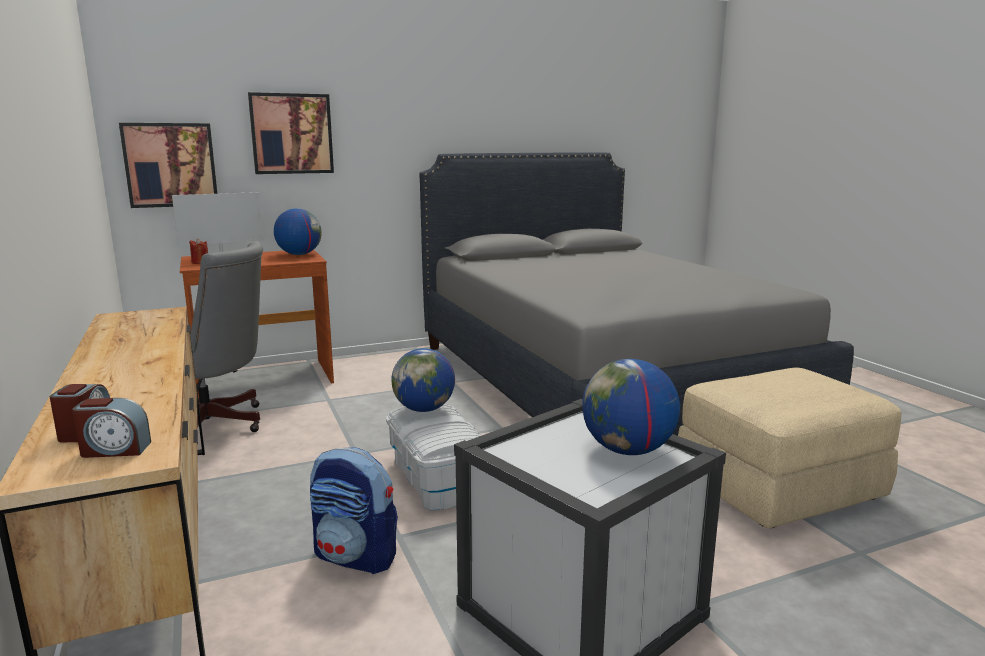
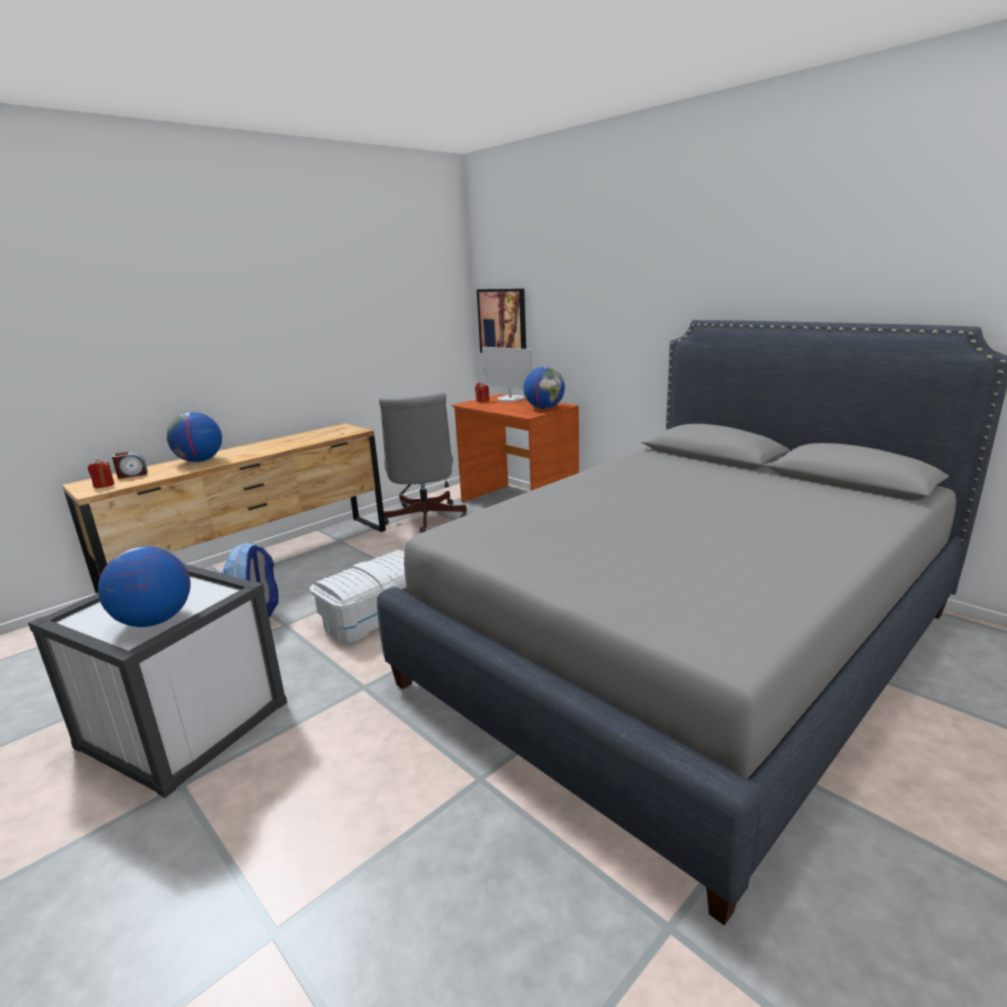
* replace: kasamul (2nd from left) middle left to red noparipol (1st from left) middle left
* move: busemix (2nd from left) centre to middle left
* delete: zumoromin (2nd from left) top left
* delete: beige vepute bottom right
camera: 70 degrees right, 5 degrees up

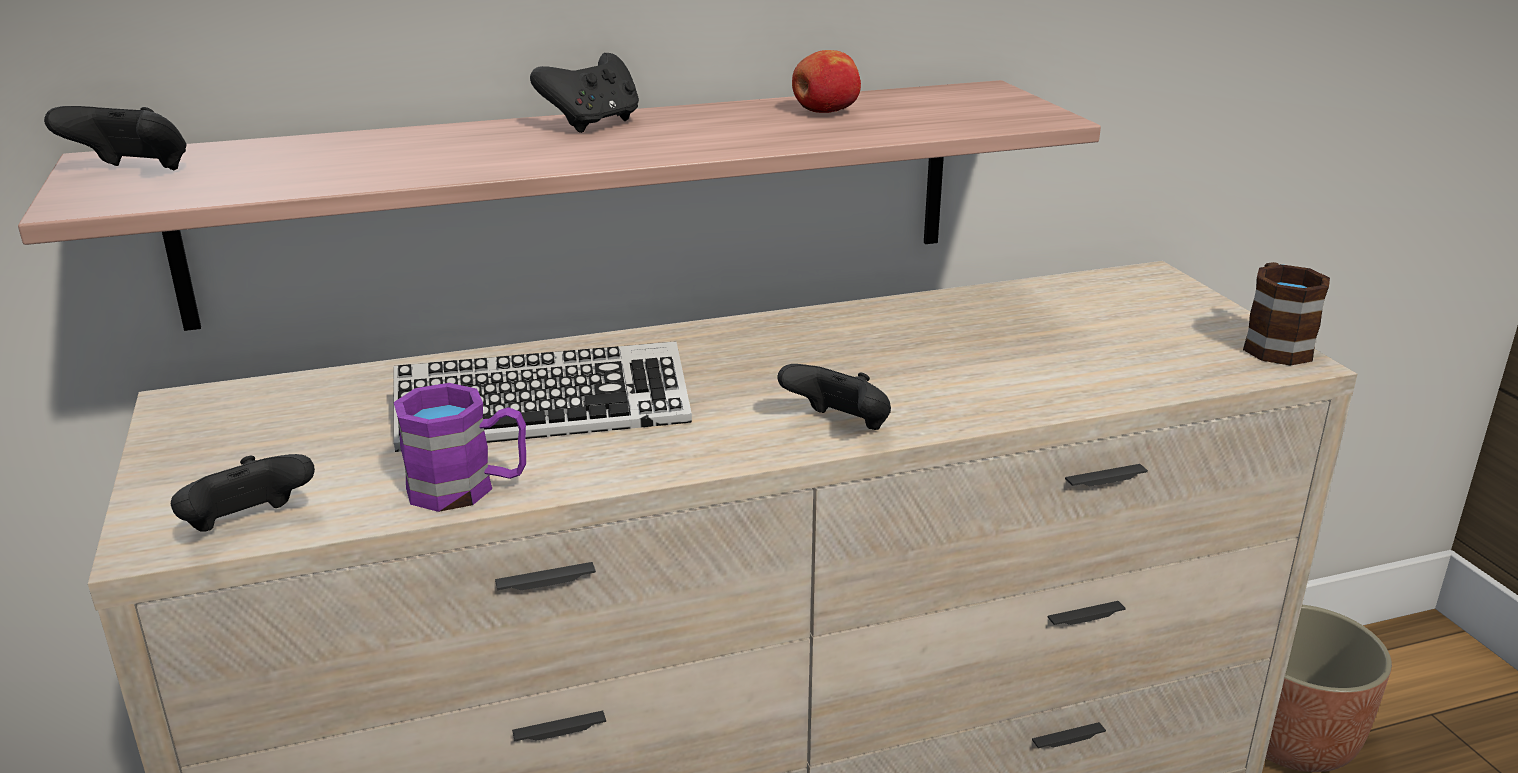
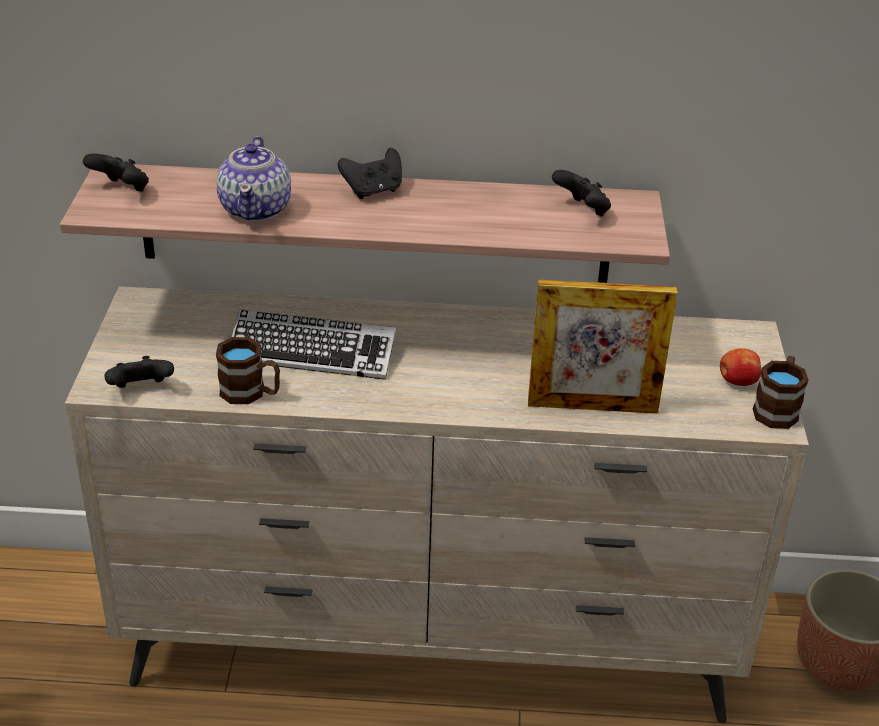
* recolor: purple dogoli middle left to brown dogoli (1st from left) middle left
* insert: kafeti top left
* insert: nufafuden middle right
* move: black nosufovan (4th from left) centre to top centre
* move: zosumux top centre to middle right
camera: 20 degrees right, 10 degrees up

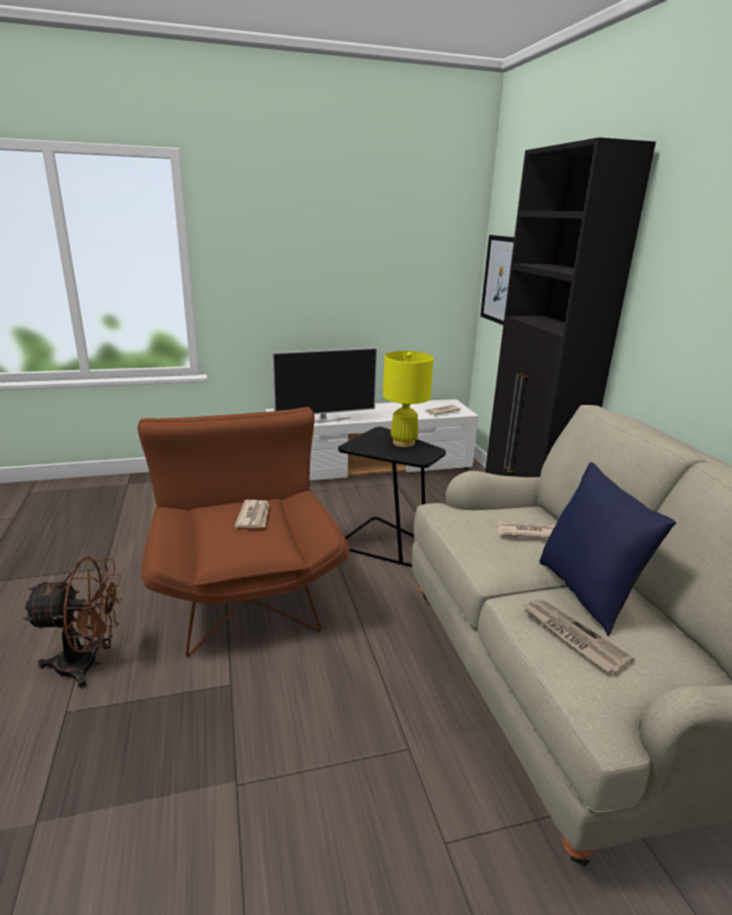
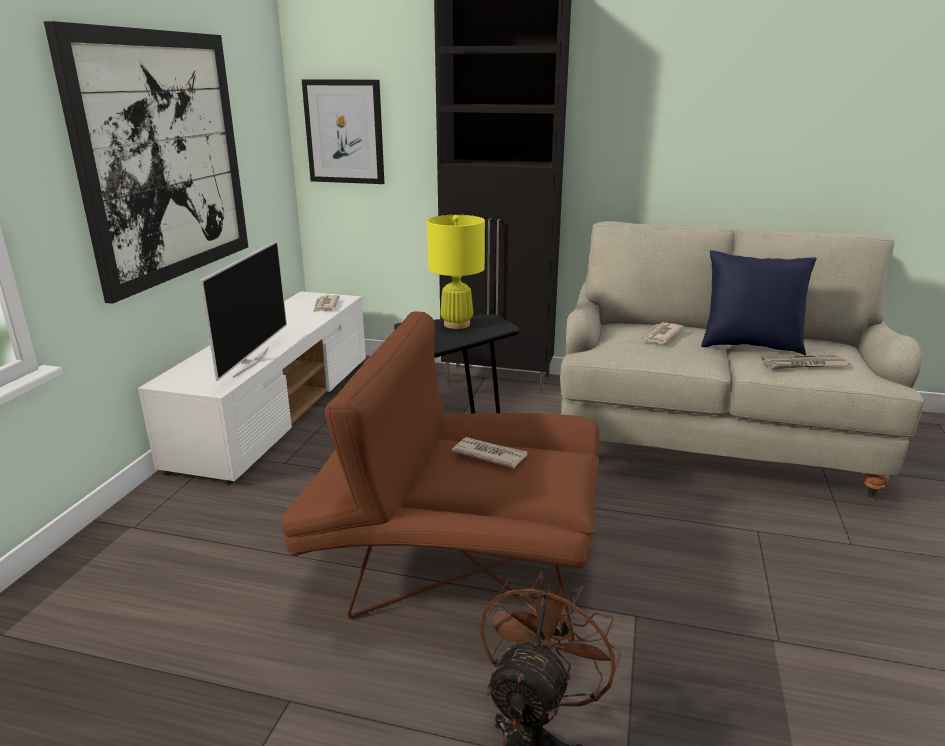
* insert: zumoromin (1st from left) top left
camera: 60 degrees left, 0 degrees up

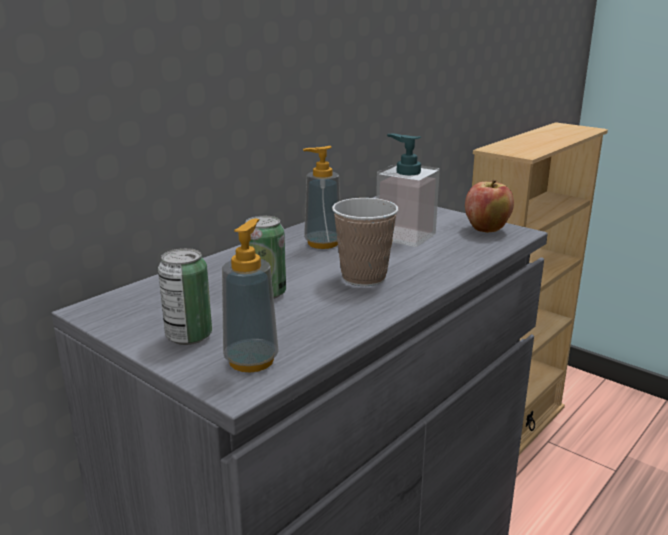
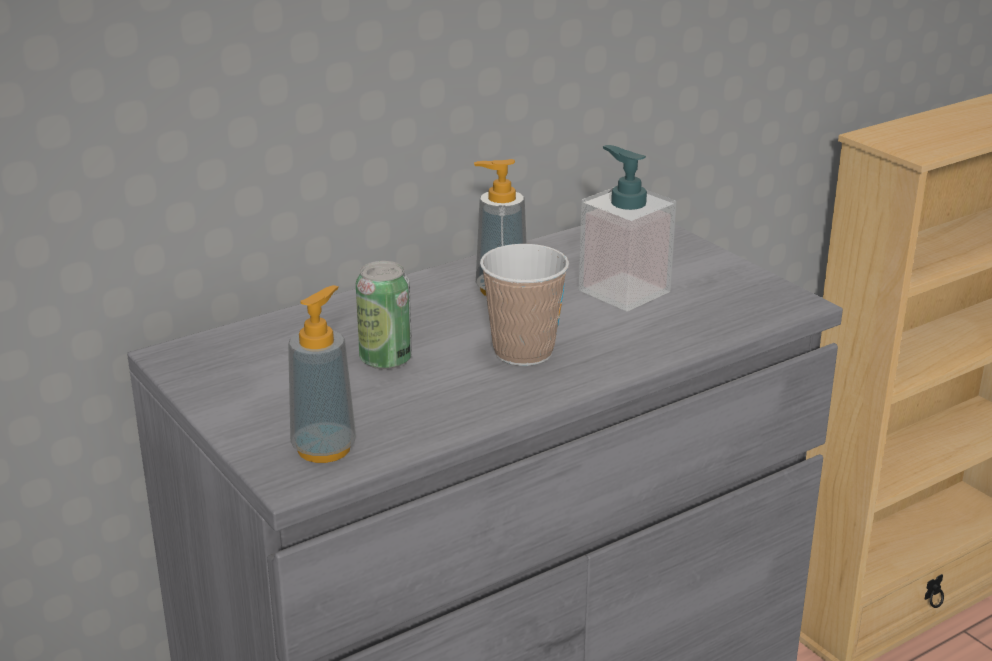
* delete: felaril (1st from left) middle left
* delete: zosumux middle right
camera: 15 degrees right, 5 degrees up

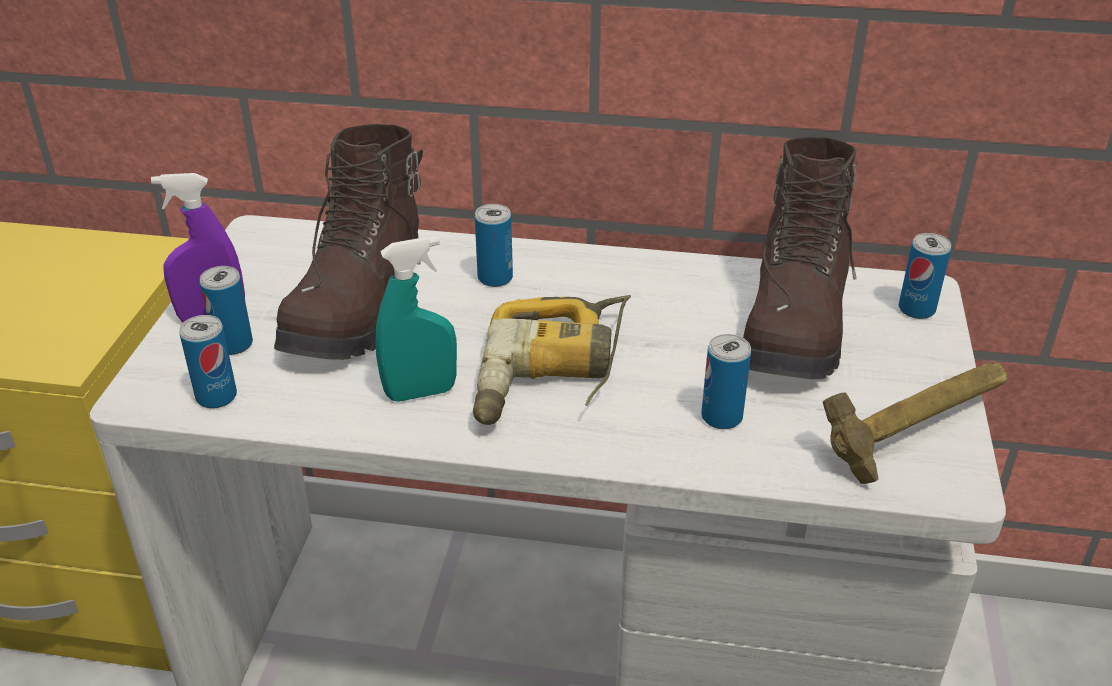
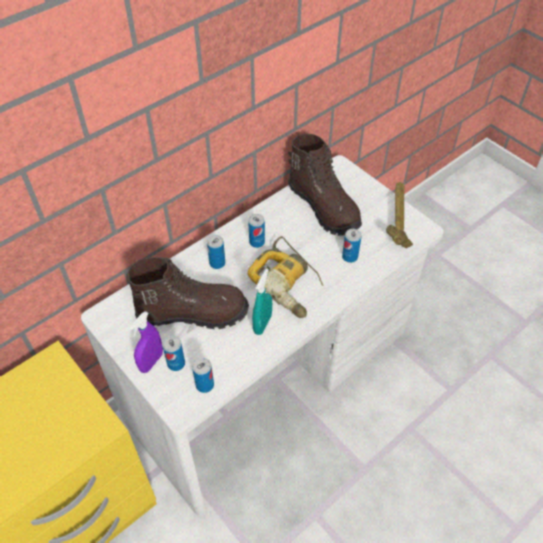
* rotate: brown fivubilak (1st from left) middle left = centre 60 degrees counterclockwise
* move: felaril (5th from left in the first image) middle right to felaril (4th from left) centre
camera: 50 degrees left, 15 degrees up

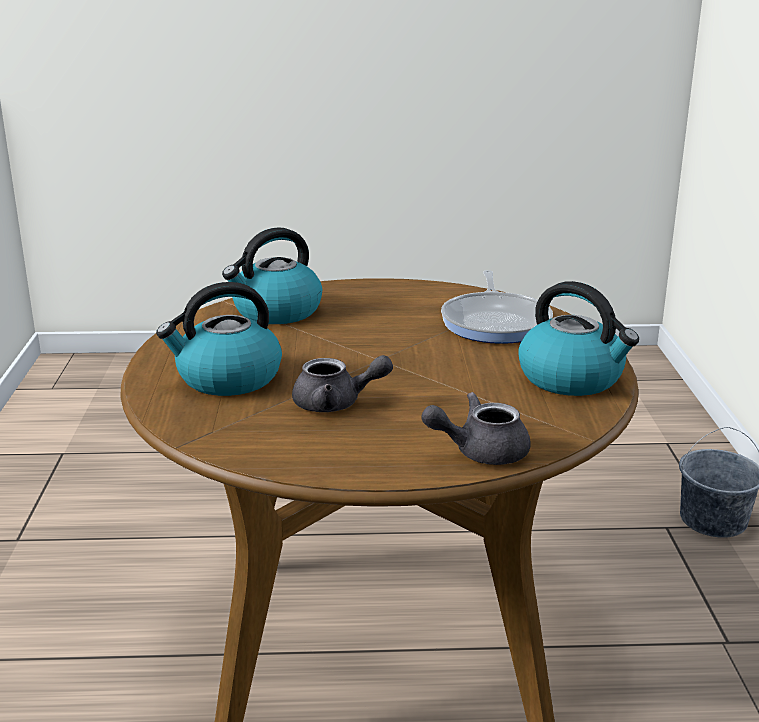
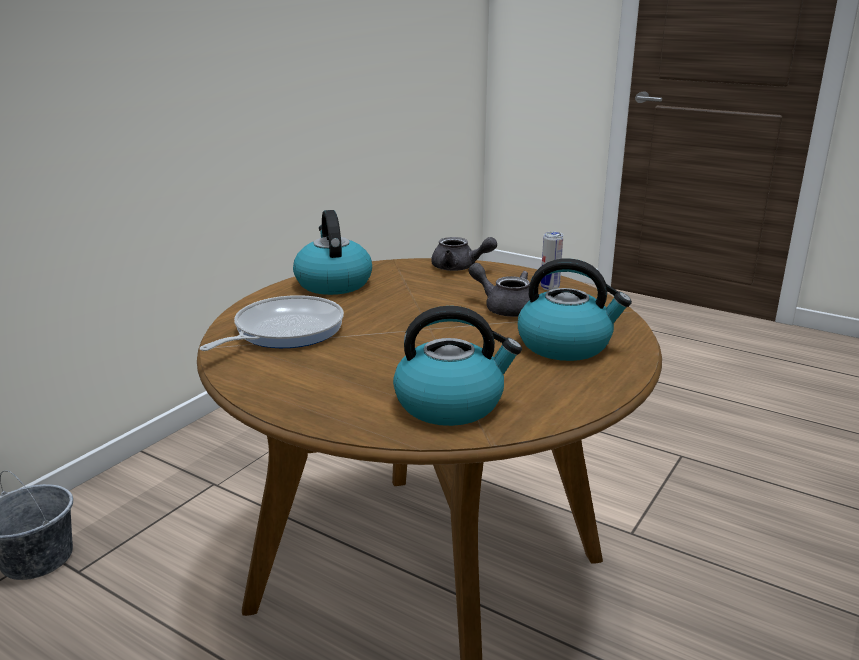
* insert: felaril centre
camera: 145 degrees left, 0 degrees up

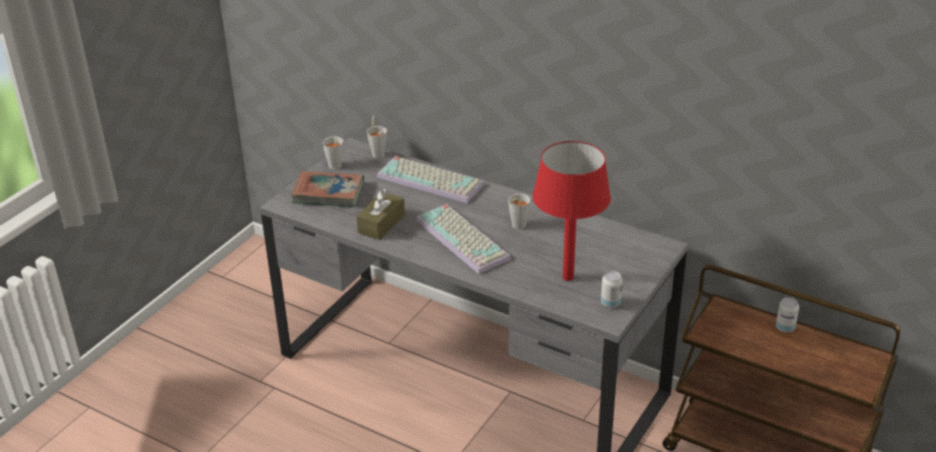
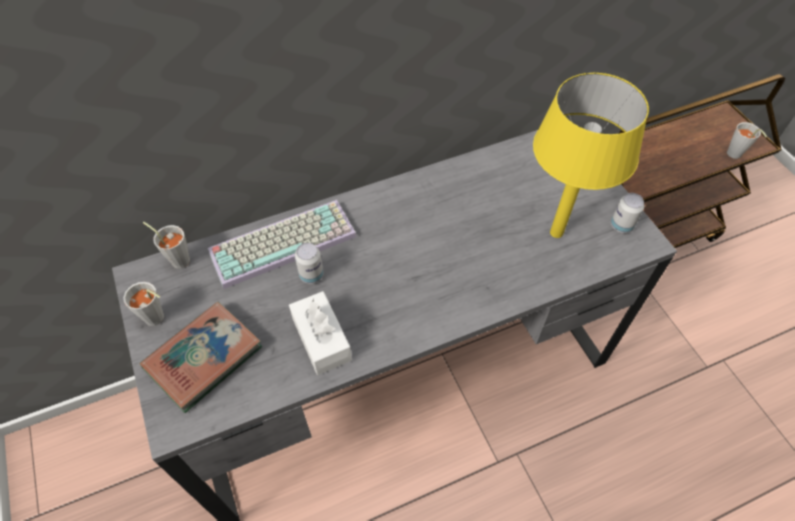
* recolor: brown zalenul centre to white zalenul centre
* move: felaril (2nd from left in the first image) bottom right to felaril (1st from left) centre
* recolor: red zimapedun centre to yellow zimapedun top right
* move: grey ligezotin (3rd from left) centre to top right
* delete: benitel (2nd from left) centre
camera: 55 degrees left, 20 degrees up

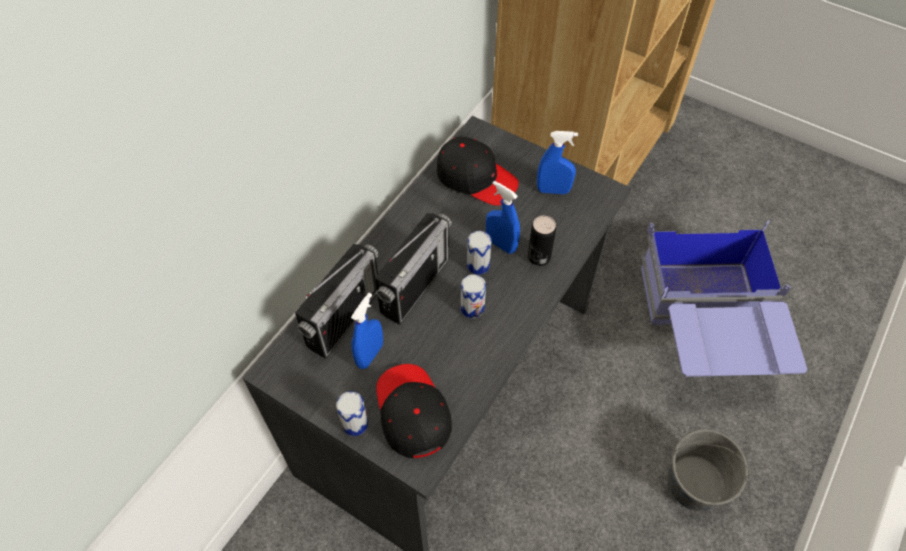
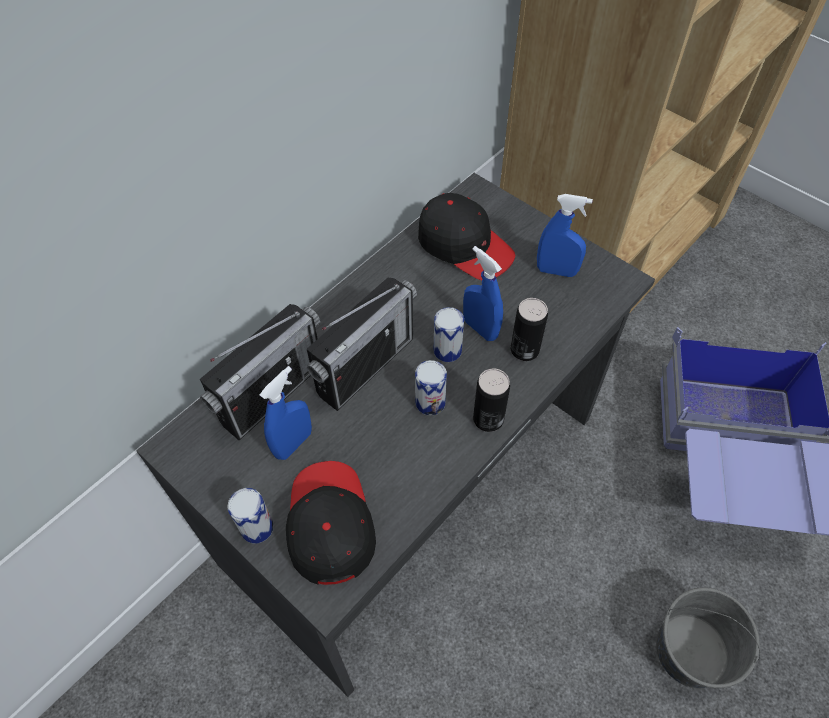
* insert: felaril (4th from left) centre
camera: 10 degrees right, 0 degrees up

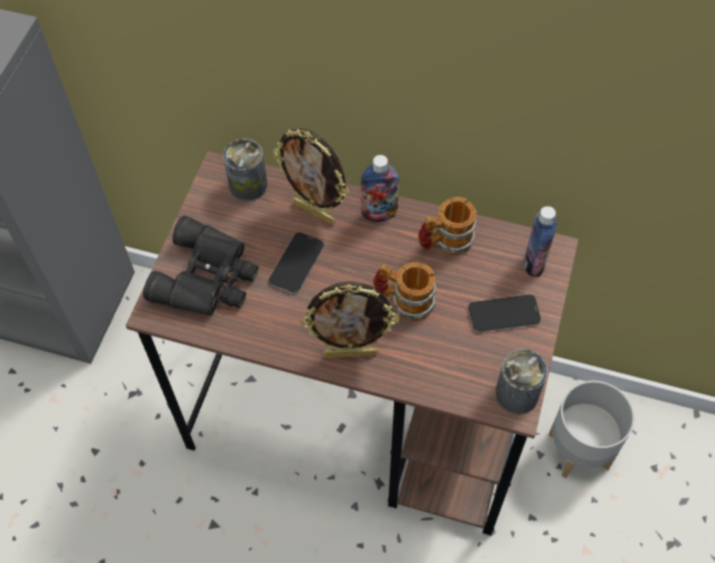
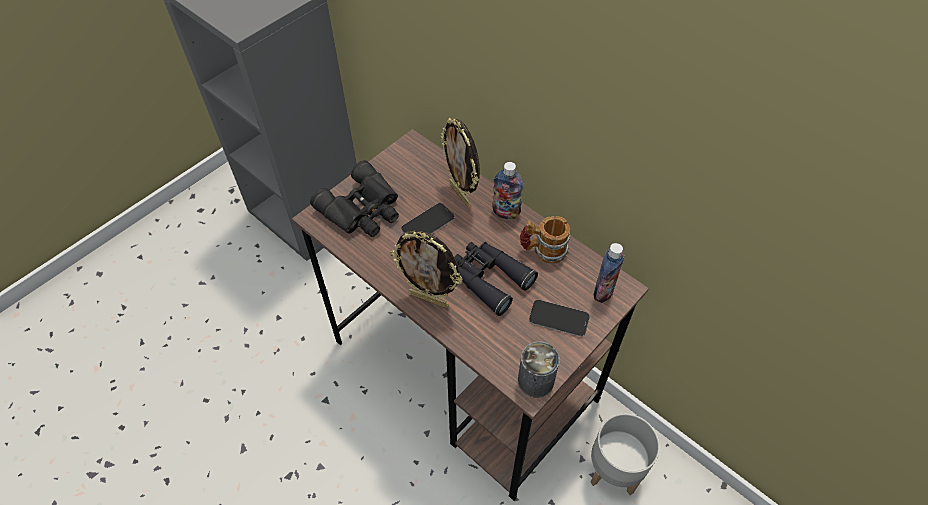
* replace: dogoli (1st from left) centre to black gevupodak (2nd from left) centre
* delete: felaril (1st from left) top centre
camera: 25 degrees right, 5 degrees down

